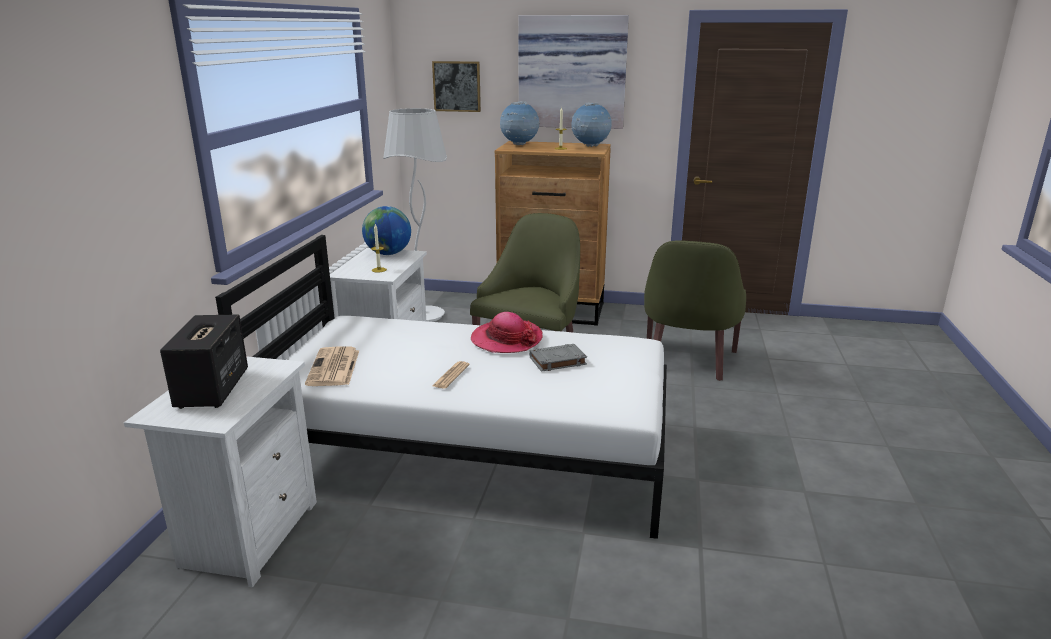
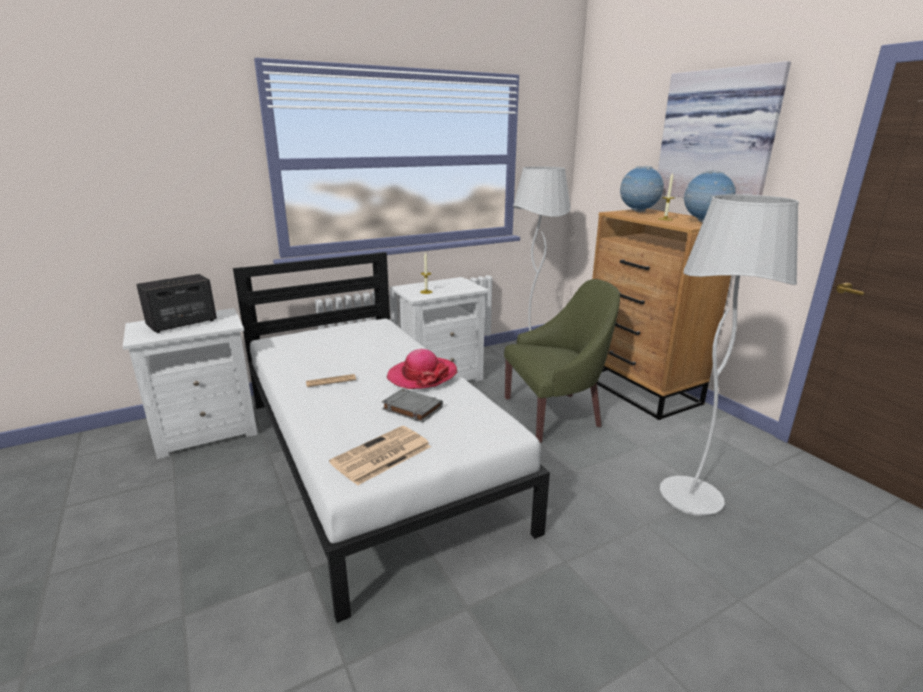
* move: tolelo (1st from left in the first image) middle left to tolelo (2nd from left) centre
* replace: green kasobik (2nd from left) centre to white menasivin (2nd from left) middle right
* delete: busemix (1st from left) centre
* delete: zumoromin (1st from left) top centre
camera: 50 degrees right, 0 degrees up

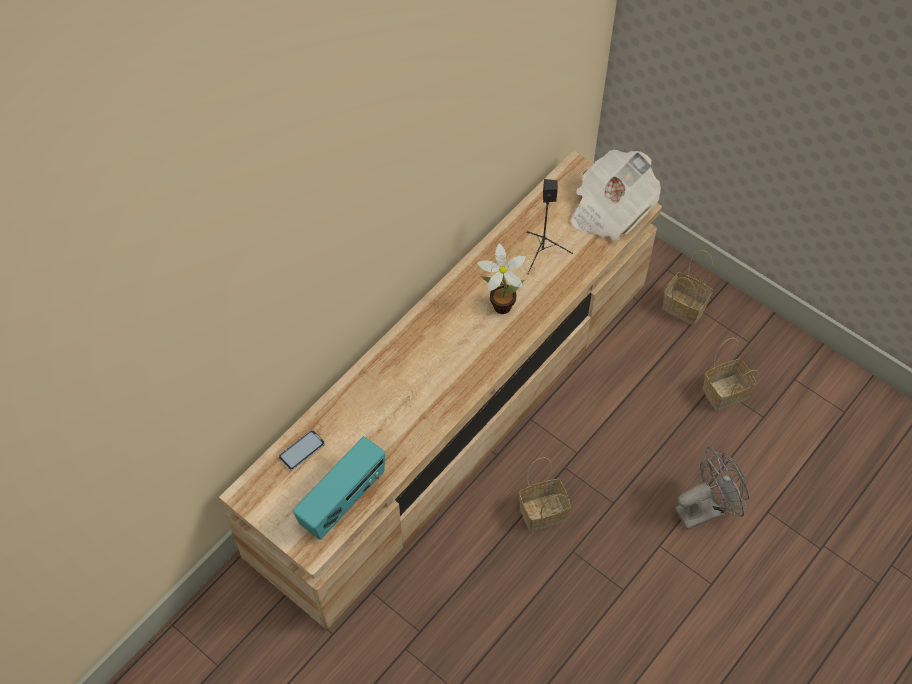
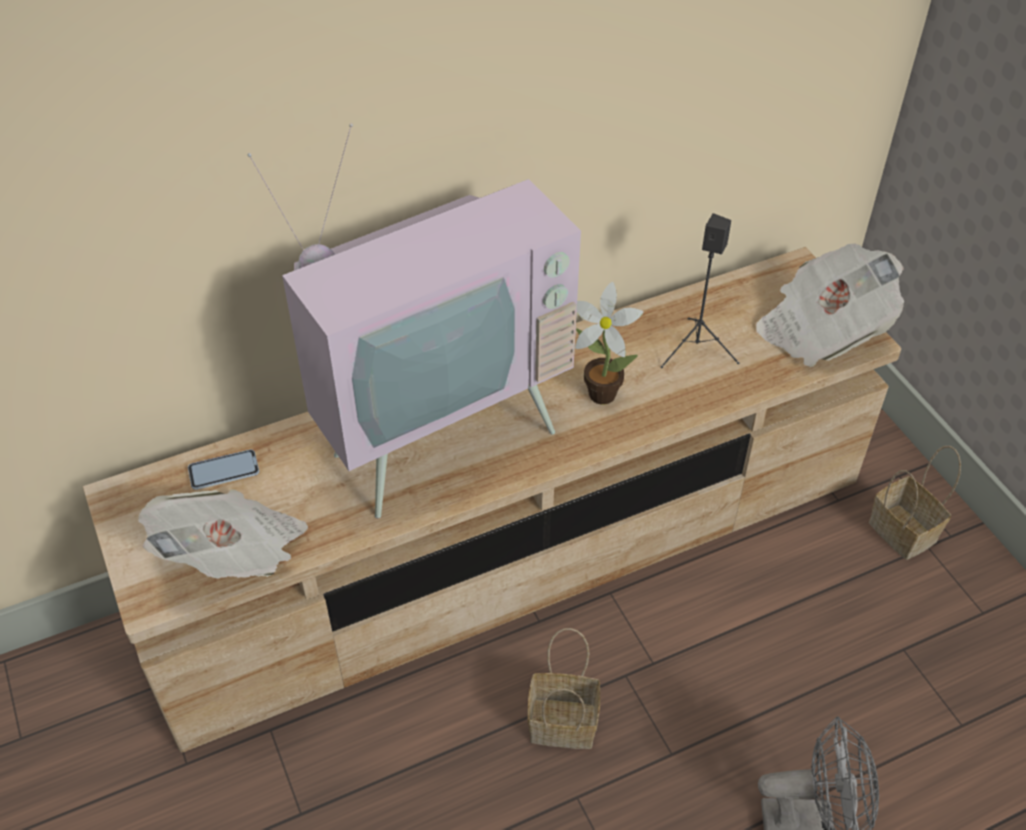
* replace: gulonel bottom centre to tolelo (1st from left) middle left
* insert: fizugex centre
* delete: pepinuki (3rd from left) middle right
camera: 25 degrees right, 10 degrees down

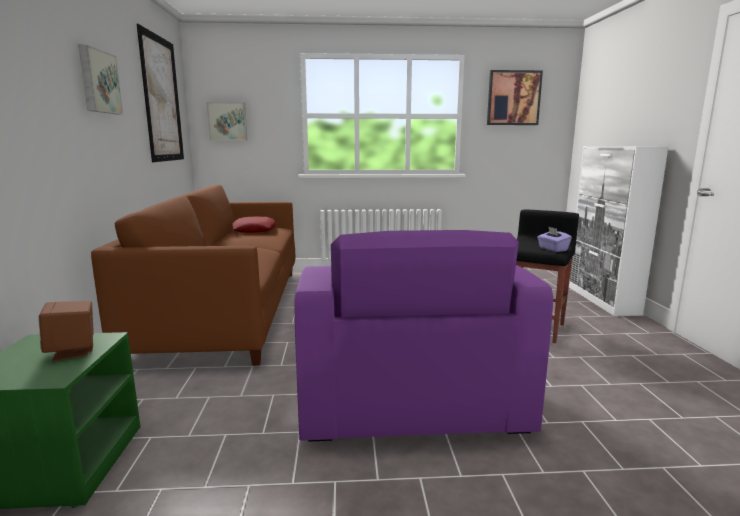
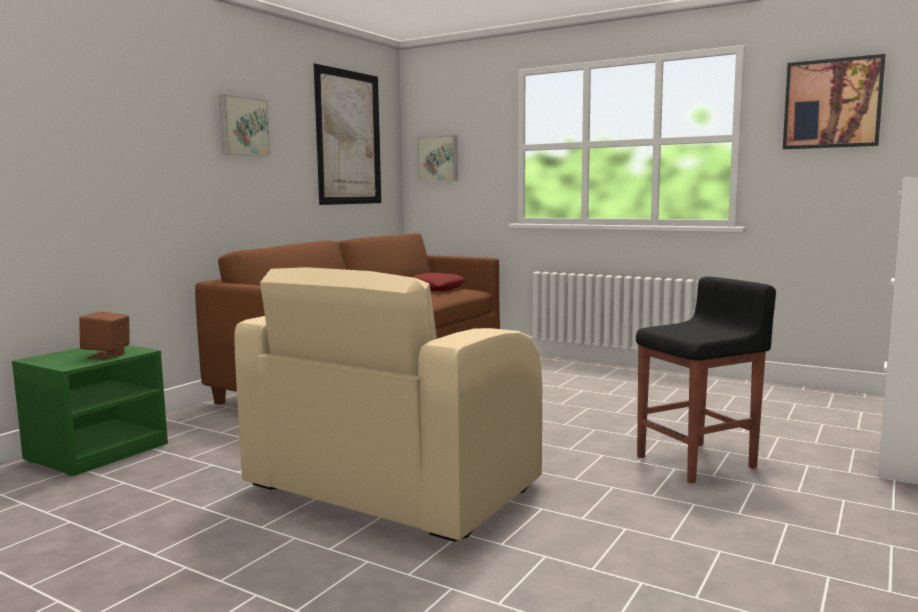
* recolor: purple kasobik centre to beige kasobik centre
* delete: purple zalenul middle right
camera: 35 degrees right, 5 degrees down

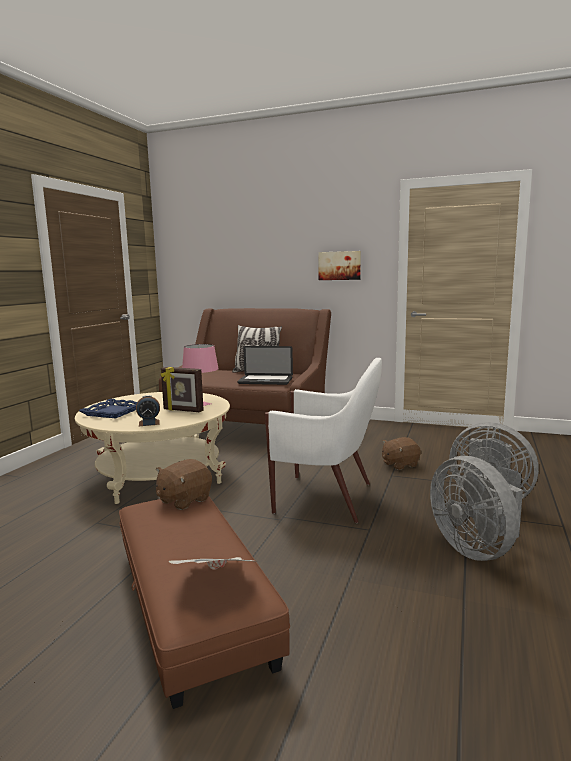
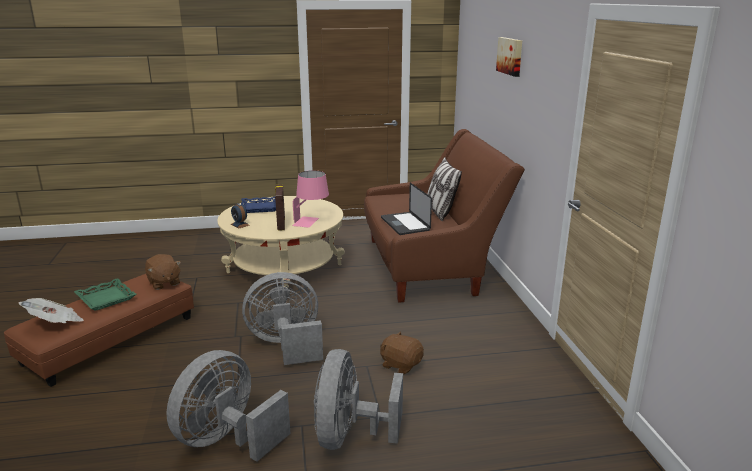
* insert: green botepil middle left
* rotate: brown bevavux (1st from left) middle left = middle left 135 degrees counterclockwise
* replace: white kasobik centre to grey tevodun (2nd from left) bottom centre
* move: zumoromin centre to top right
camera: 60 degrees right, 10 degrees up

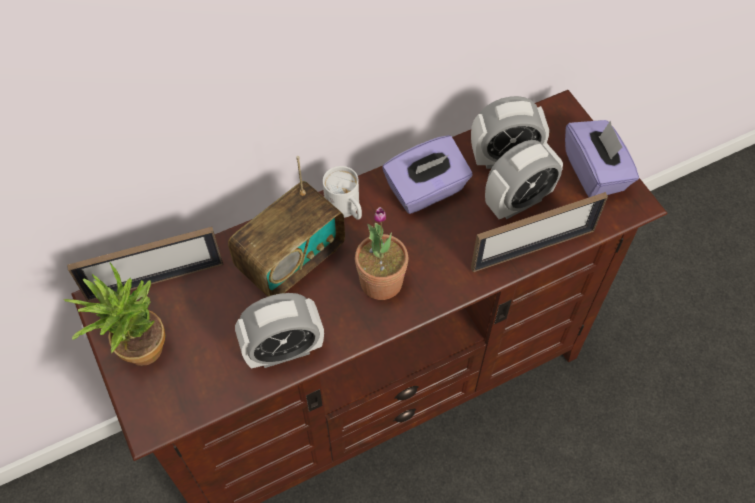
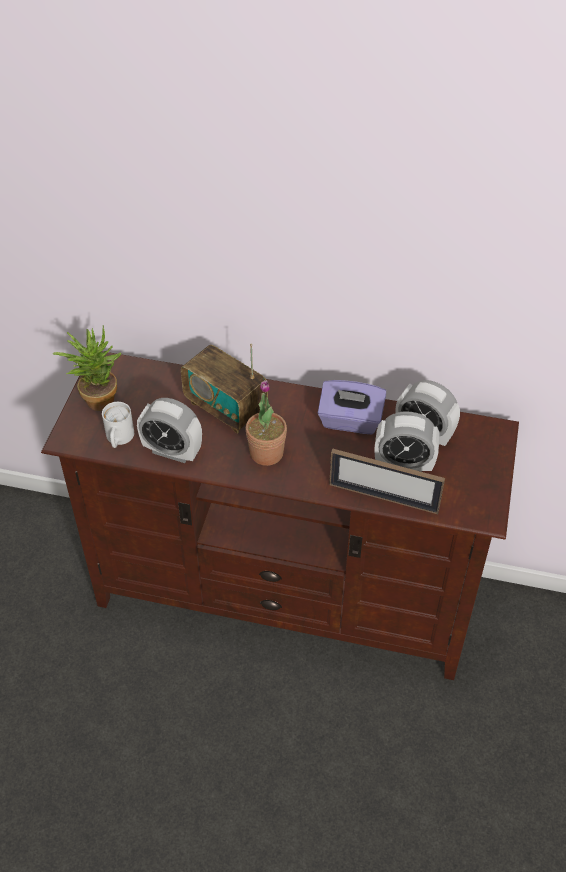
* move: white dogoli centre to middle left
* rotate: gulonel centre = centre 45 degrees clockwise
* delete: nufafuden (1st from left) middle left
* delete: purple zalenul (2nd from left) top right
camera: 40 degrees right, 10 degrees down

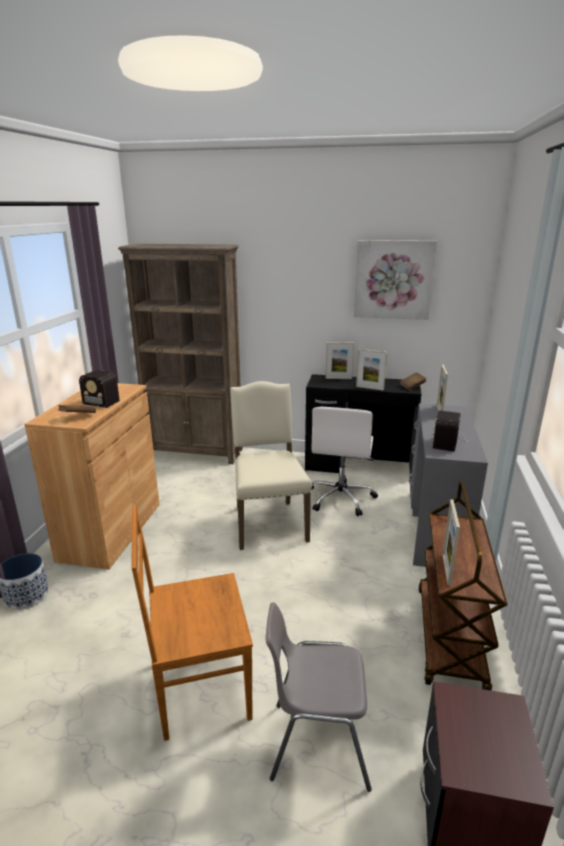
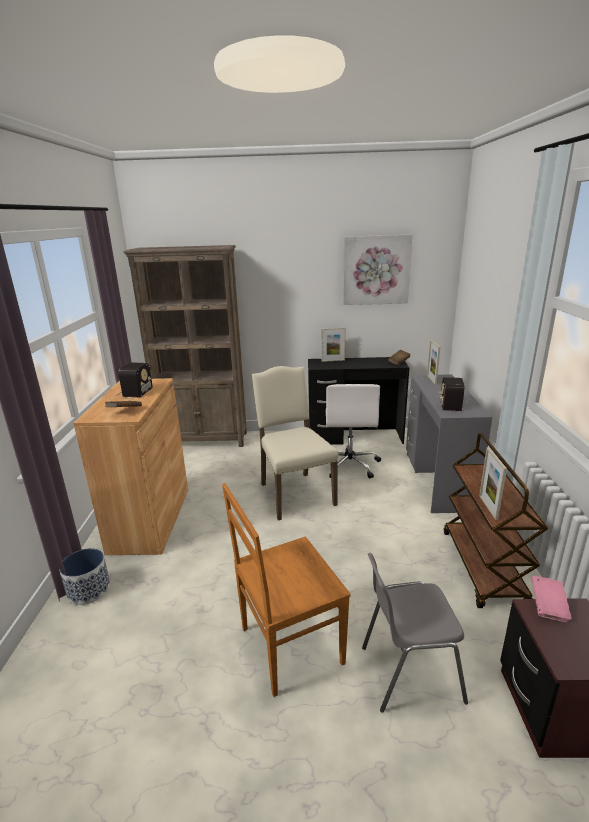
* rotate: gulonel (1st from left) middle left = middle left 90 degrees counterclockwise
* insert: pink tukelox bottom right
* delete: nufafuden (2nd from left) centre
camera: 10 degrees left, 0 degrees up

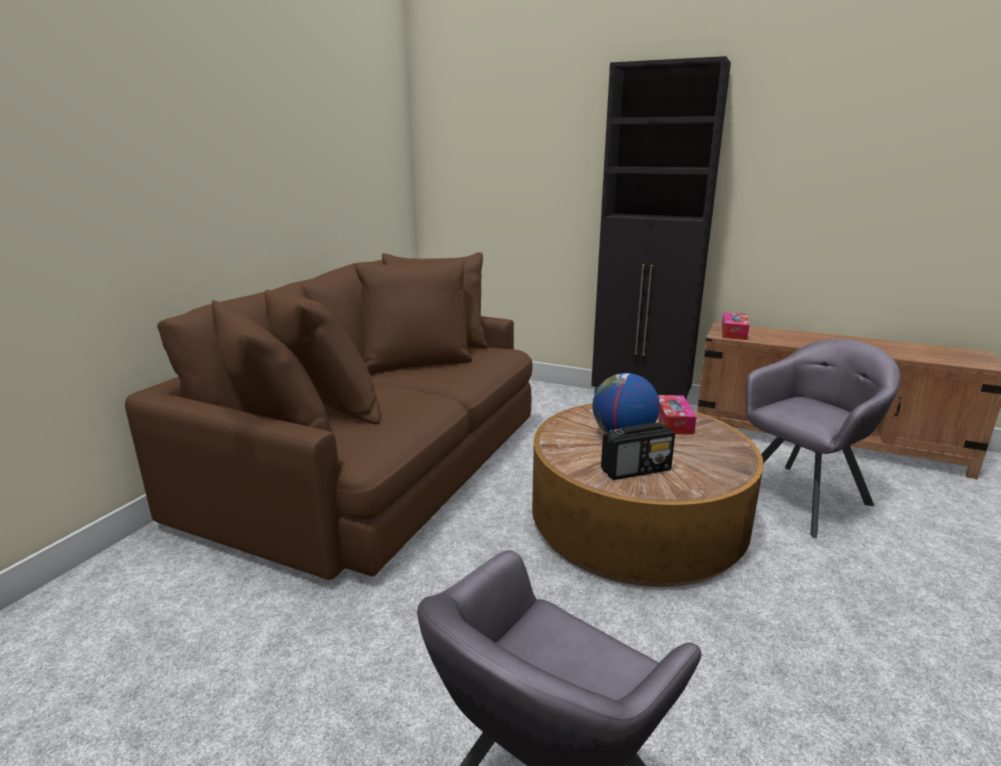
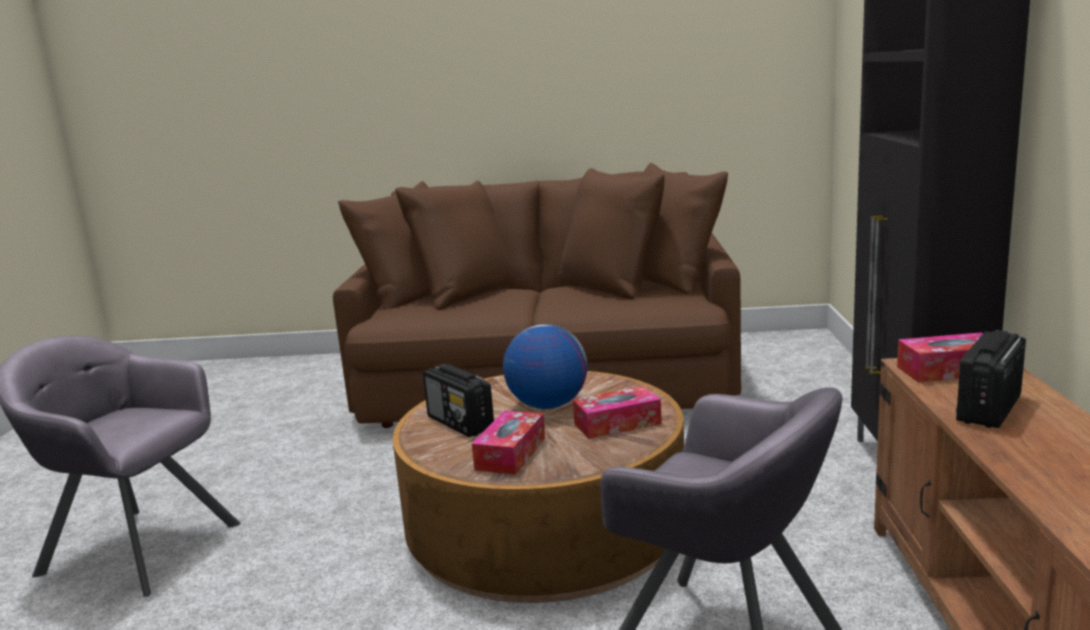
* insert: zalenul (1st from left) bottom centre
* insert: gulonel (2nd from left) middle right
camera: 70 degrees right, 5 degrees down

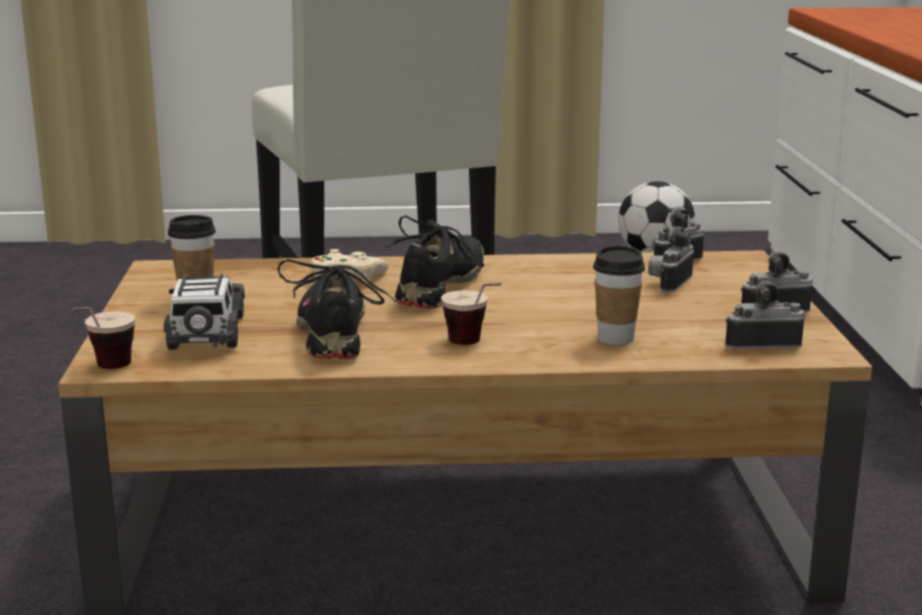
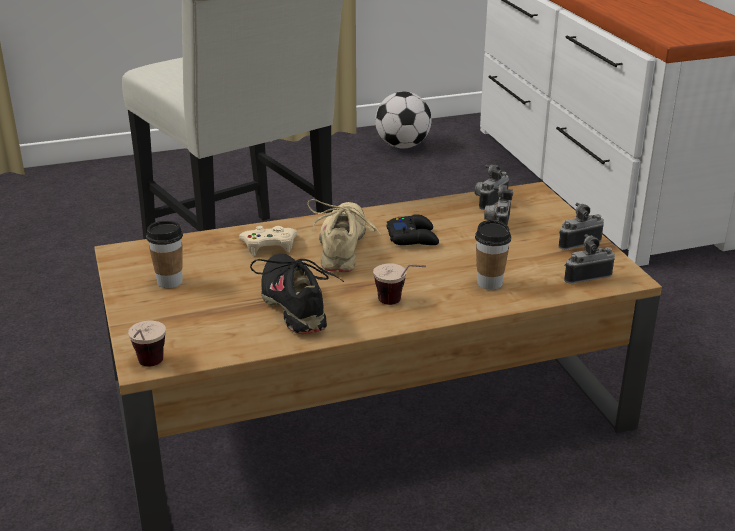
* recolor: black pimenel (2nd from left) centre to beige pimenel centre
* insert: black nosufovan centre
* delete: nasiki middle left
camera: 15 degrees left, 10 degrees up

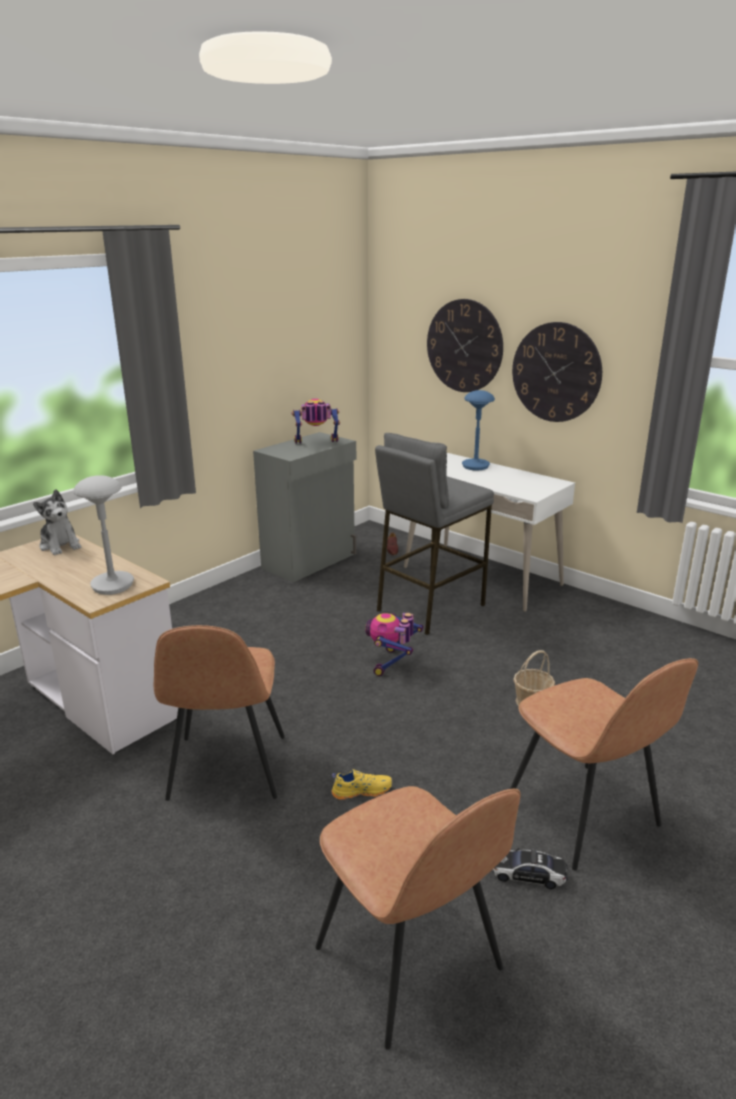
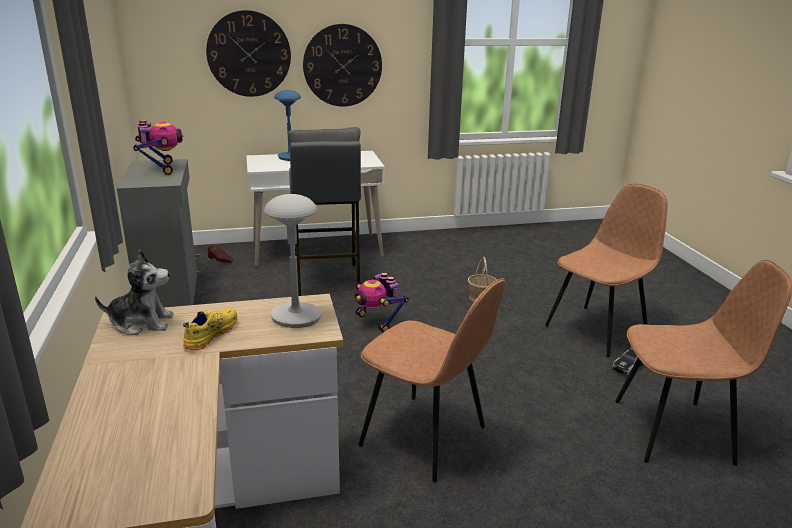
* rotate: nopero (1st from left) centre = top left 135 degrees clockwise
* move: yellow pimenel bottom centre to middle left
* rotate: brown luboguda (3rd from left in the first image) bottom right = middle right 45 degrees counterclockwise
camera: 55 degrees left, 0 degrees up

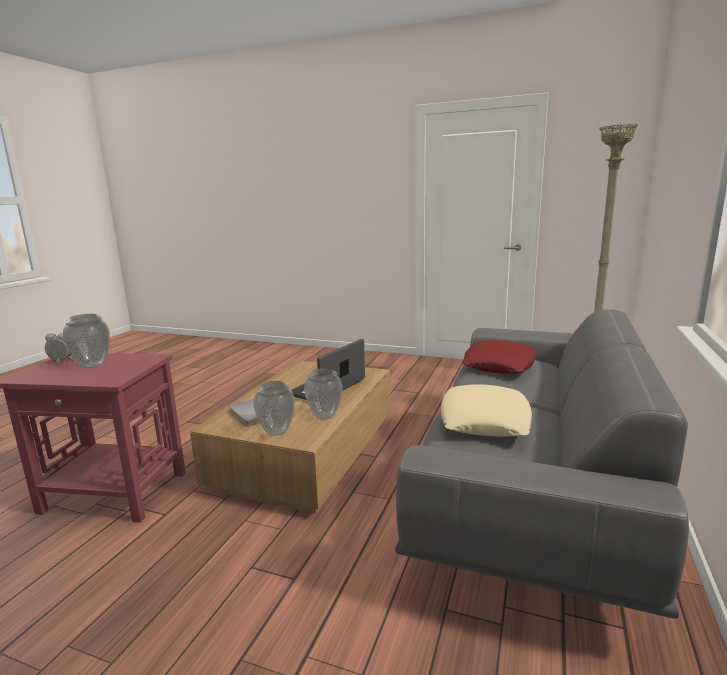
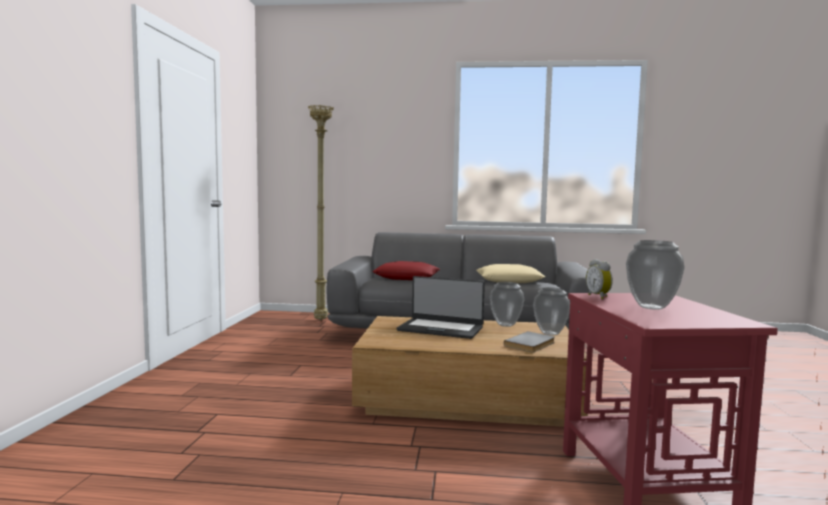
* move: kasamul middle left to middle right
camera: 105 degrees left, 10 degrees down

